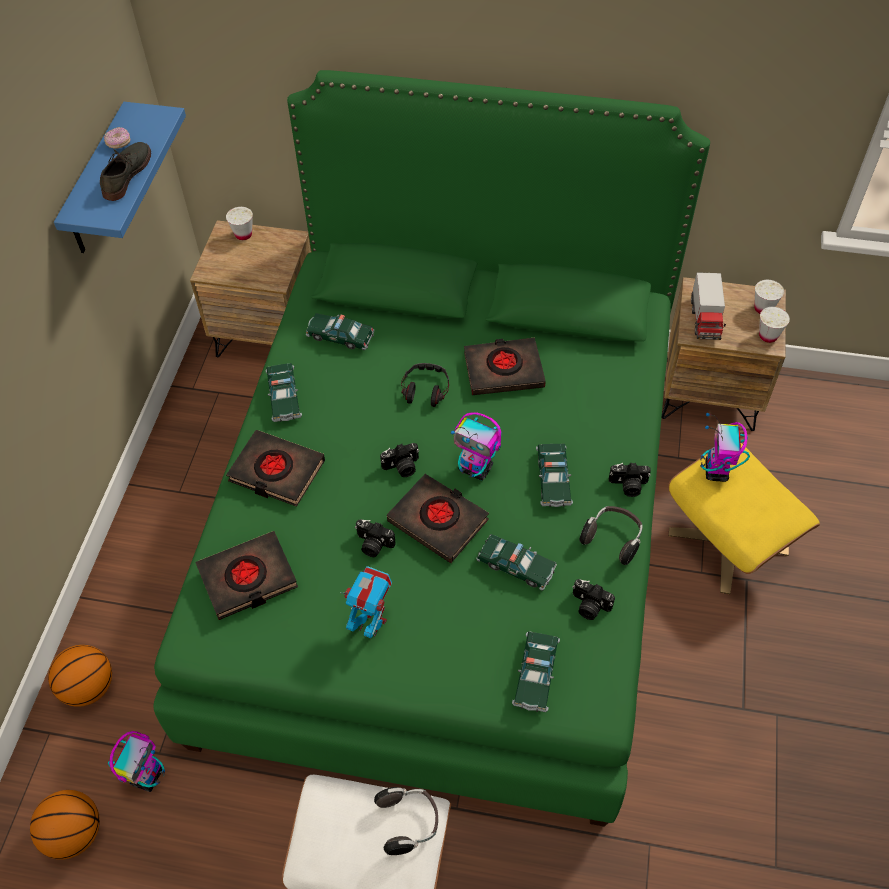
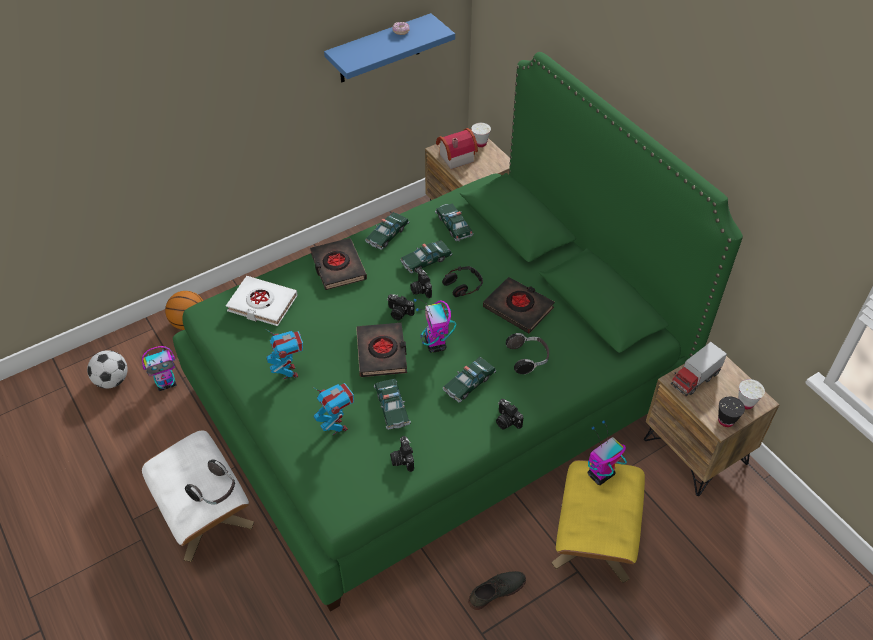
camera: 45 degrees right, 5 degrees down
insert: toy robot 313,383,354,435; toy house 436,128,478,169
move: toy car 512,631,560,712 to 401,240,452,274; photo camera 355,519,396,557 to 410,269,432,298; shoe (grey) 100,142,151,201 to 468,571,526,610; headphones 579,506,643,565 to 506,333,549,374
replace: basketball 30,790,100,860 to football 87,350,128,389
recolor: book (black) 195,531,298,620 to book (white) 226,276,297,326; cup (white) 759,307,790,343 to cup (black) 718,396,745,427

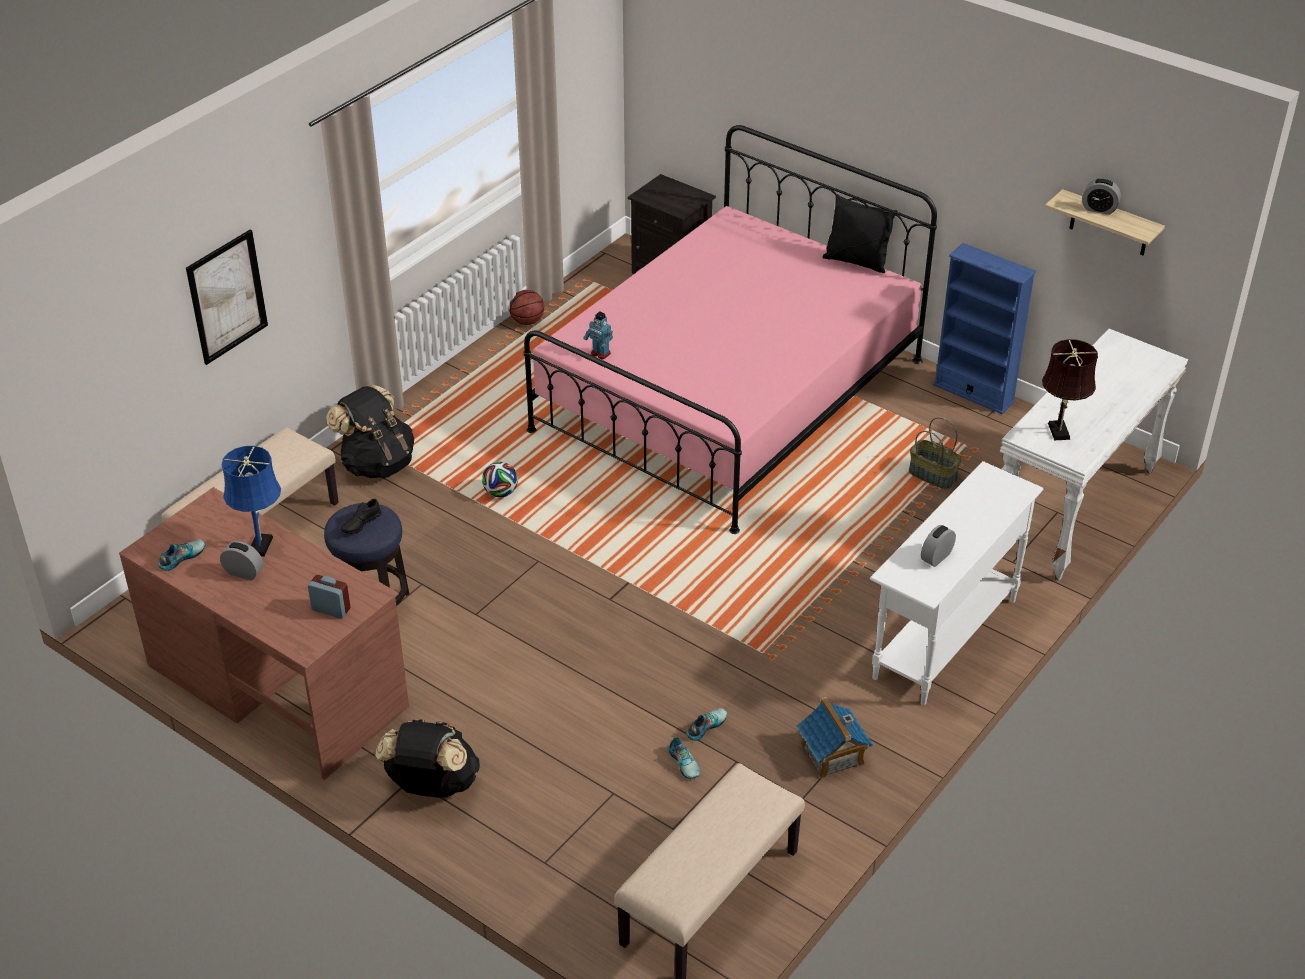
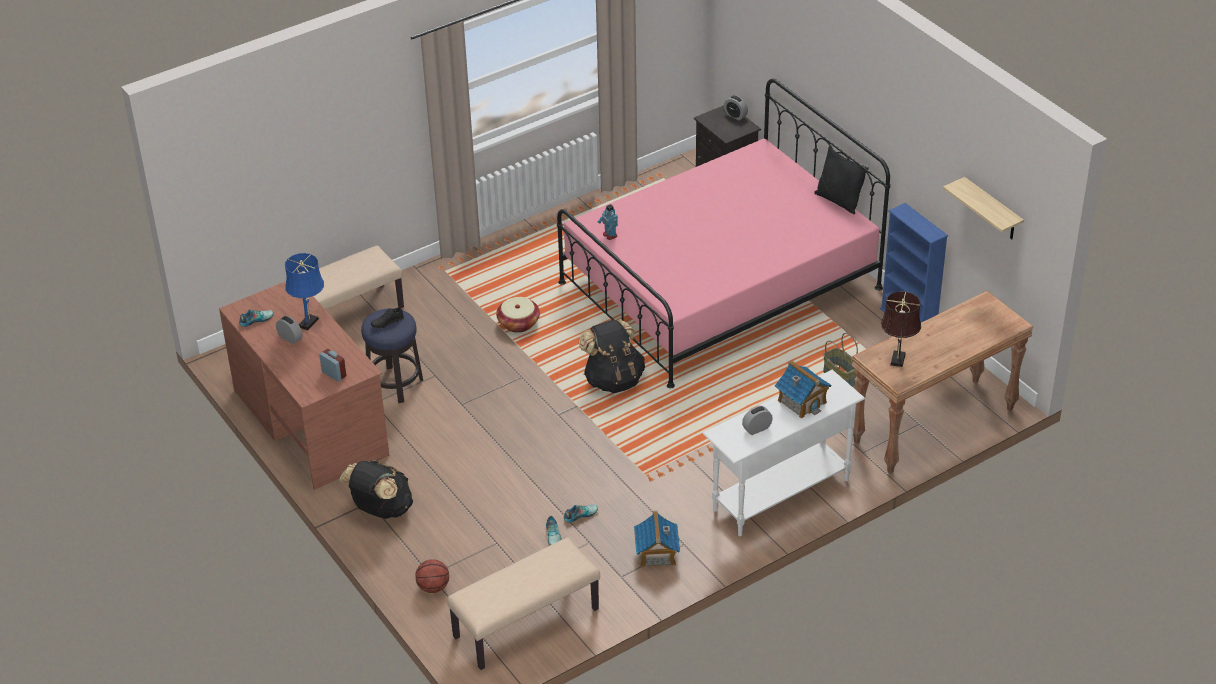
camera: 20 degrees right, 0 degrees up
delete: picture 186,229,268,365
insert: toy house 775,360,831,419
move: basketball 509,290,544,325 to 415,559,449,593; backpack (black) 326,384,414,478 to 579,319,645,393; alarm clock 1082,178,1121,215 to 724,95,748,120
replace: football 482,462,518,497 to basket 496,297,540,333
recolor: console table (white) 1000,329,1188,581 to console table (brown) 852,291,1033,474

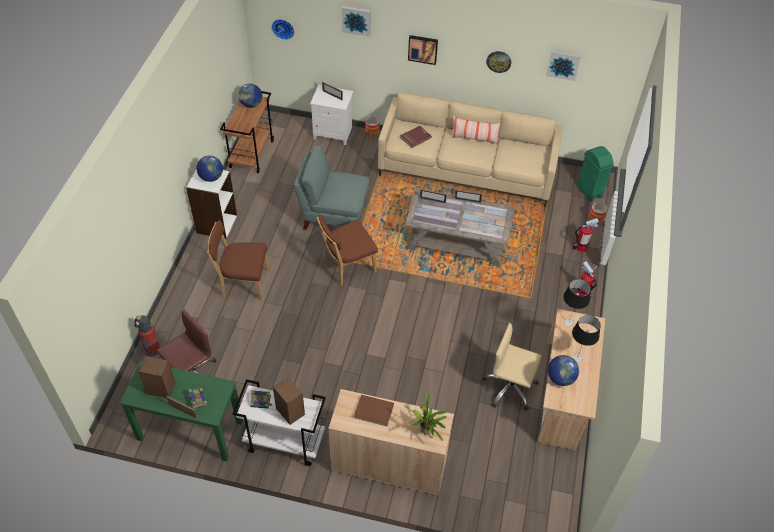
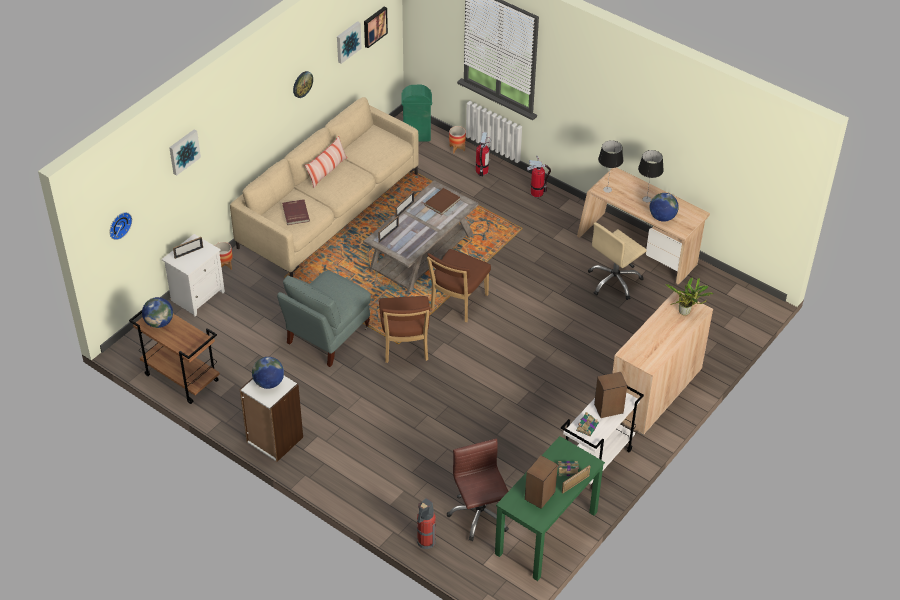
camera: 65 degrees left, 5 degrees down
move: picture 408,35,438,65 to 364,7,388,48; book (brown) 354,395,394,426 to 424,188,460,215; chair (brown) 207,220,269,301 to 427,249,491,322

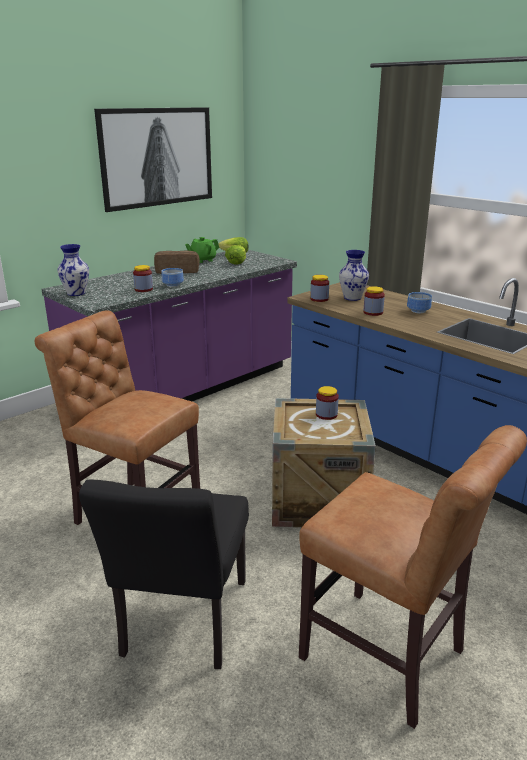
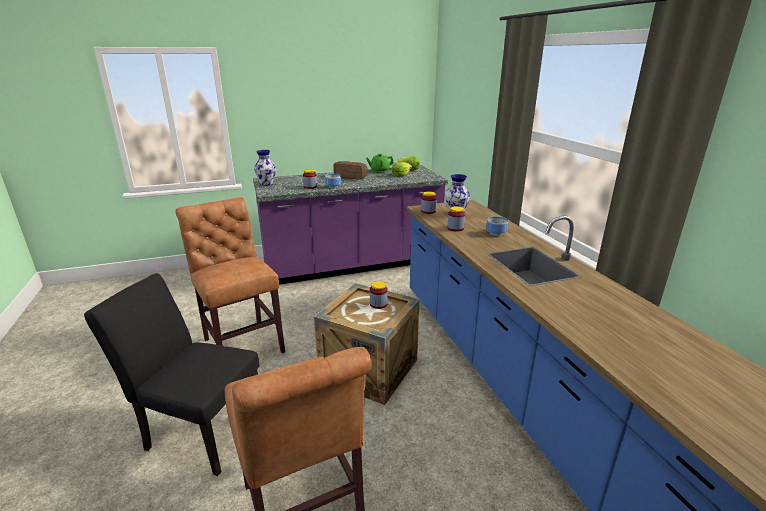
camera: 25 degrees right, 0 degrees up
delete: picture 94,107,212,212
rotate: chair (black) 79,480,249,669 = 84,273,259,476 75 degrees clockwise

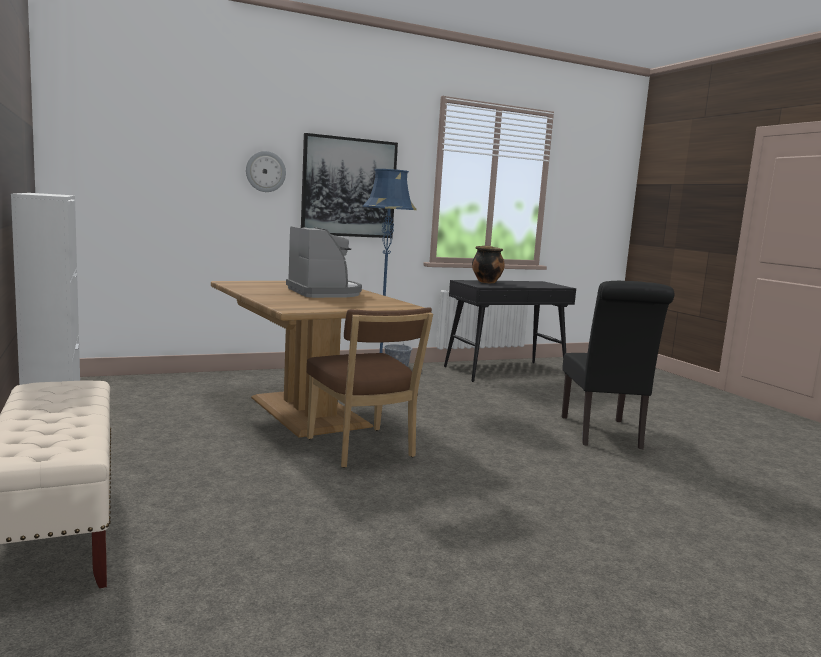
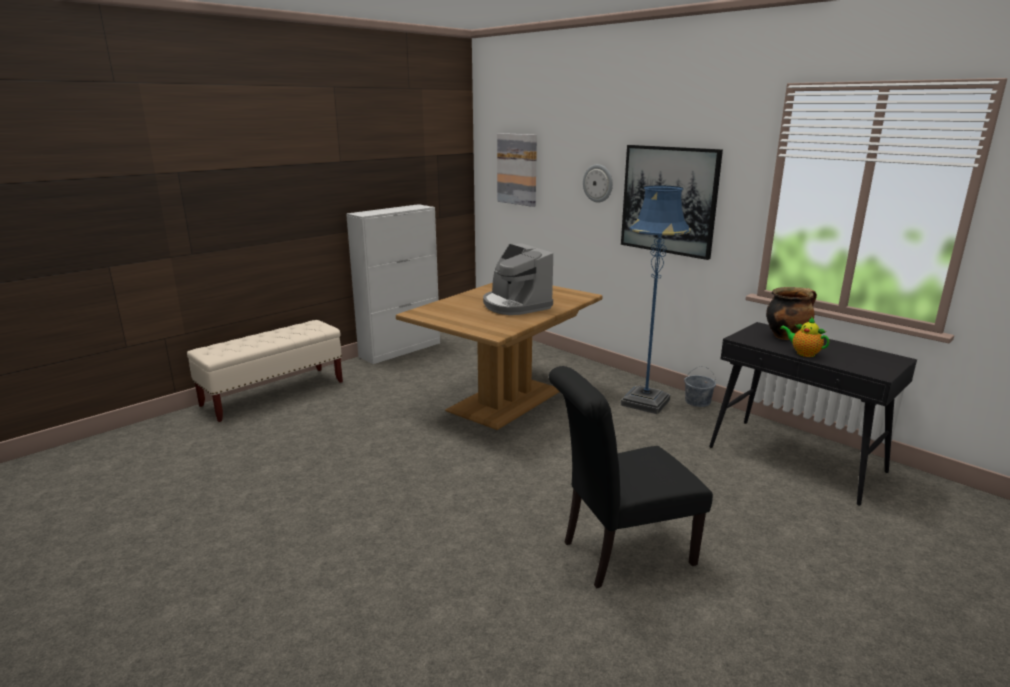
camera: 70 degrees right, 10 degrees up
delete: chair (brown) 306,307,433,468
insert: picture 497,133,537,207; teapot 780,317,829,357
rotate: coffee machine 286,226,362,298 = 483,243,553,315 105 degrees clockwise

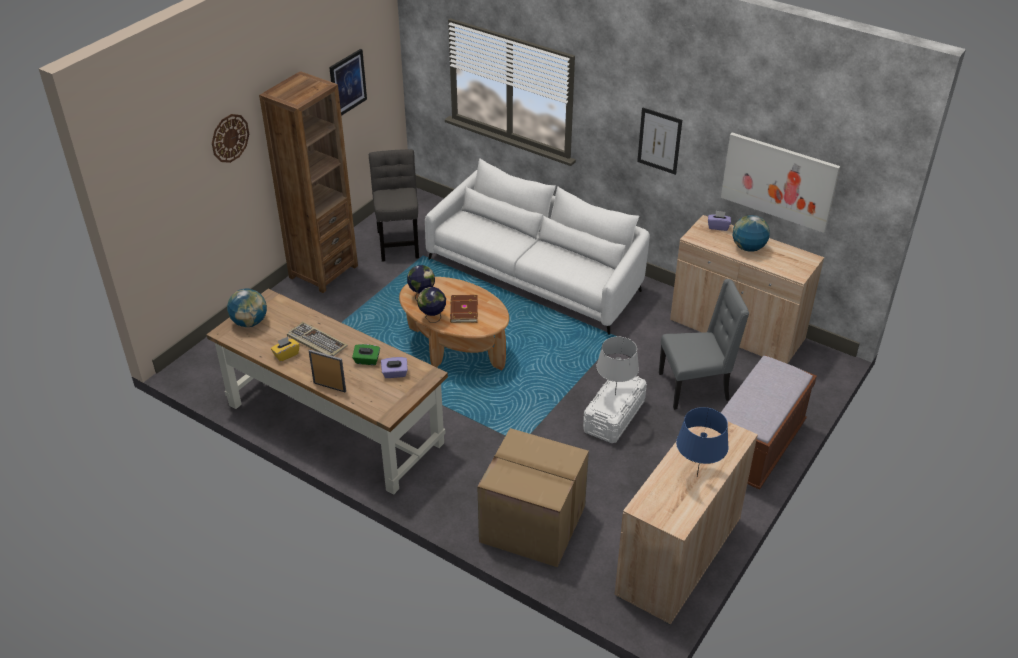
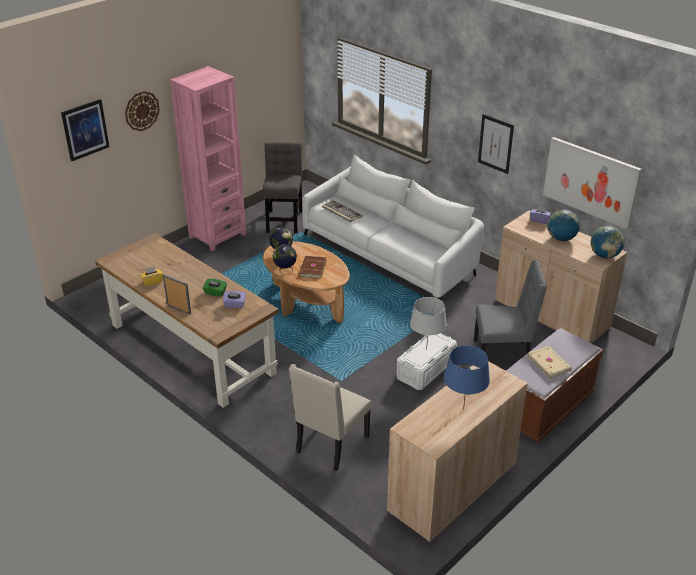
camera: 10 degrees right, 5 degrees down
insert: book (beige) 527,346,572,379
move: picture 329,49,367,116 to 61,99,109,161; keyboard 287,322,348,356 to 322,200,363,222; globe 227,289,267,327 to 590,226,625,259
replace: cardboard box 477,428,589,567 to chair (beige) 289,364,371,471
recolor: bookcase (brown) 259,71,358,293 to bookcase (pink) 170,66,246,251

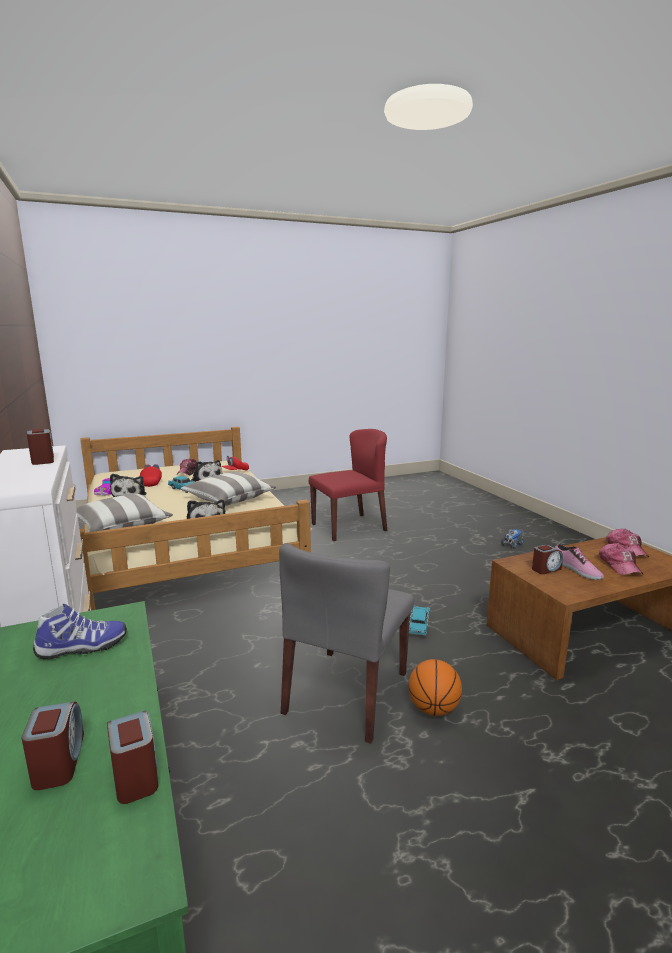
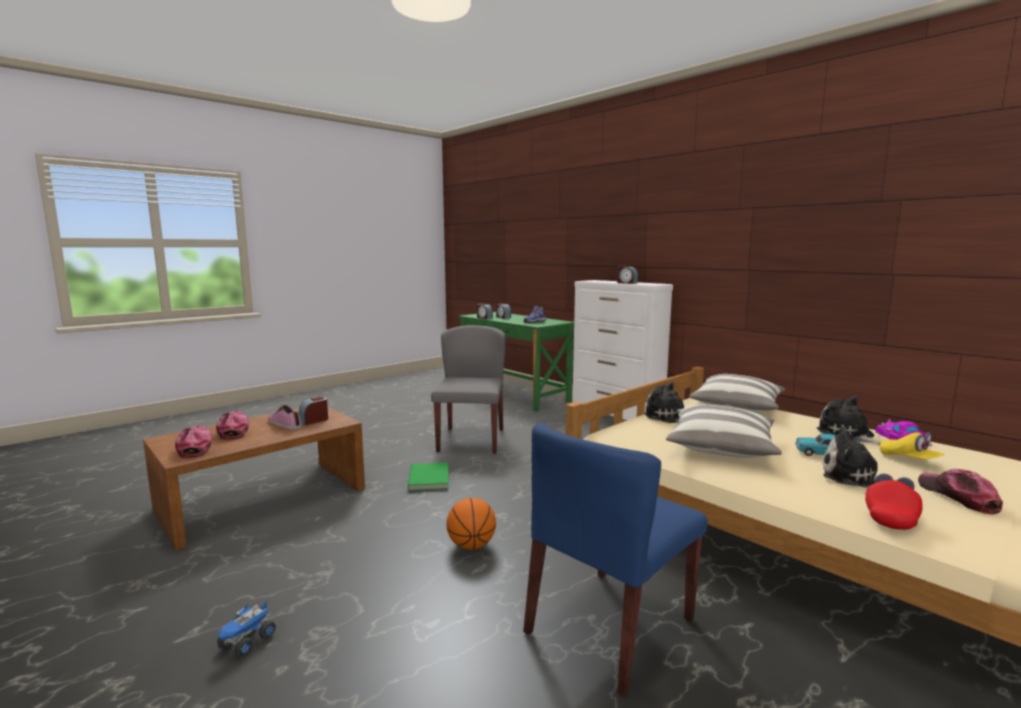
camera: 160 degrees right, 5 degrees down
move: basketball 409,659,462,716 to 446,498,496,550
replace: toy car (turquoise) 409,605,429,636 to book (green) 408,463,449,491
recolor: chair (red) 309,429,387,541 to chair (blue) 523,423,708,697; cap (red) 140,464,162,487 to cap (yellow) 879,432,945,459

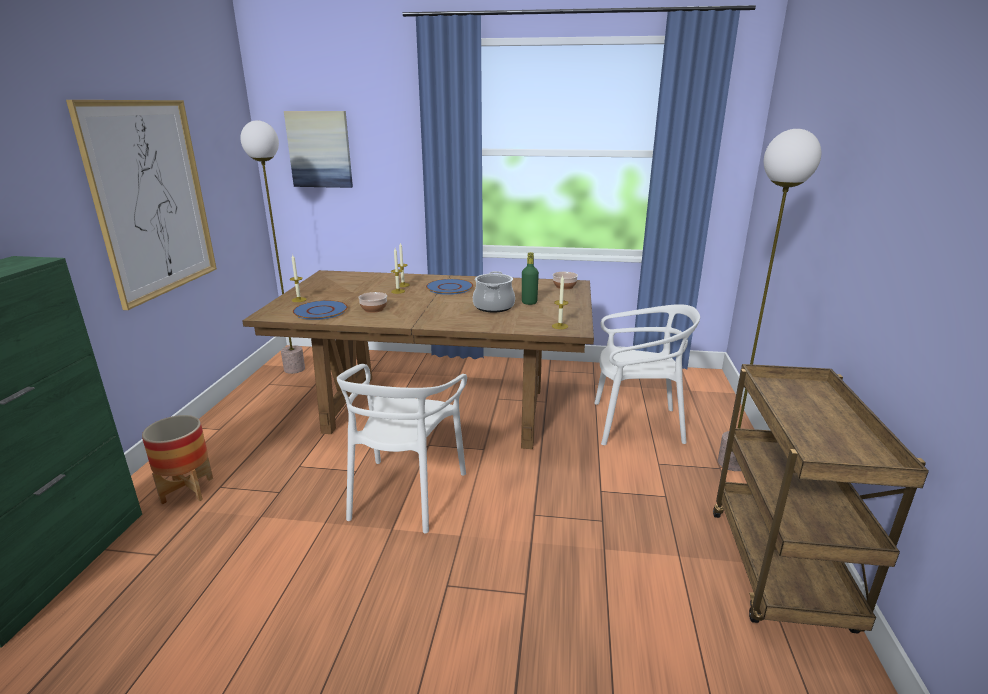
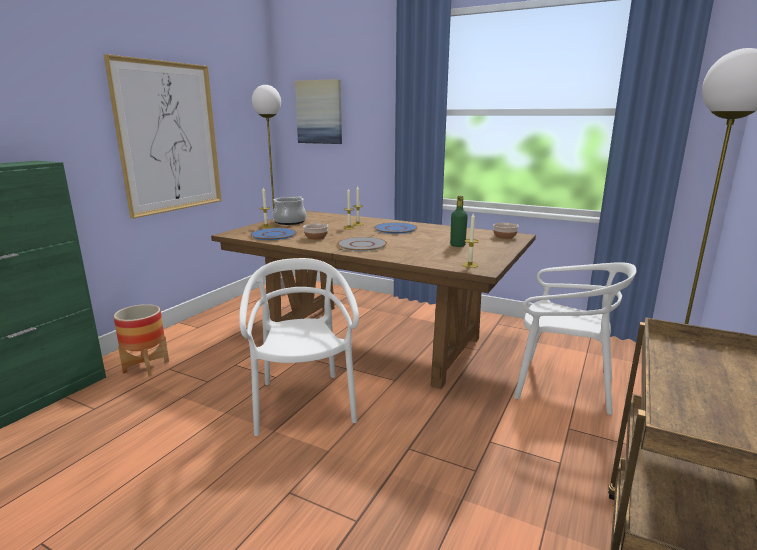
camera: 20 degrees right, 5 degrees down
insert: plate (grey) 337,237,387,251
move: cooking pot 473,271,515,313 to 273,196,306,225
rotate: chair (white) 337,364,467,533 = 239,258,359,436 135 degrees clockwise

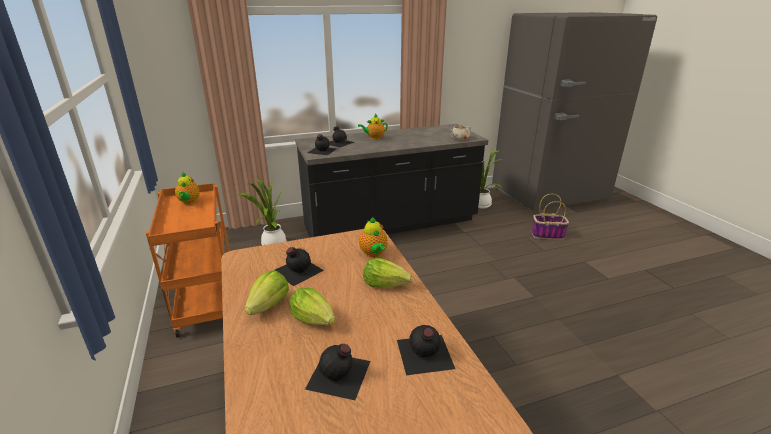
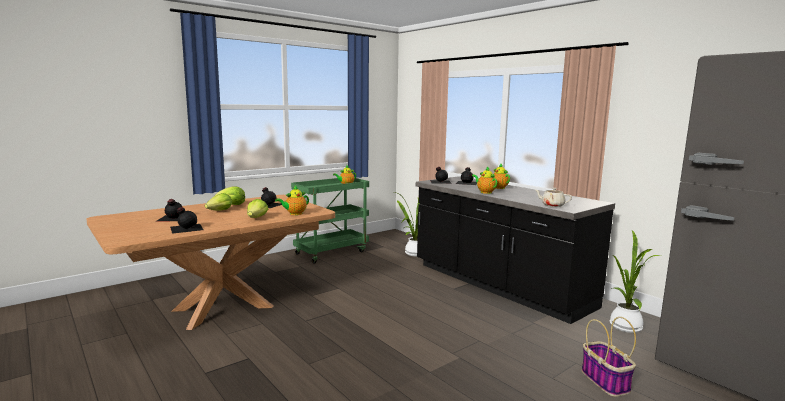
camera: 70 degrees right, 15 degrees down
insert: teapot 472,166,497,194
recolor: cart (orange) 146,183,229,337 to cart (green) 291,178,369,264

